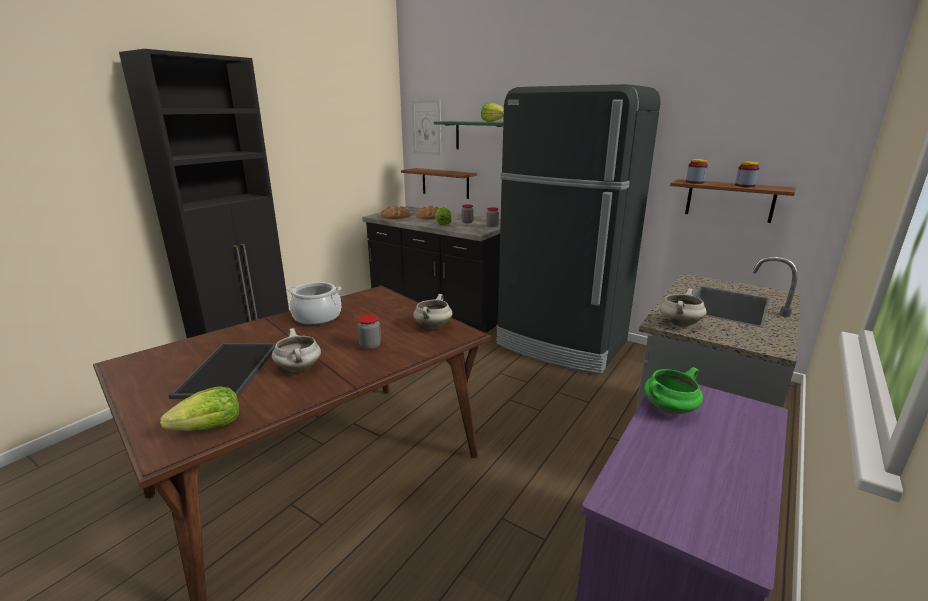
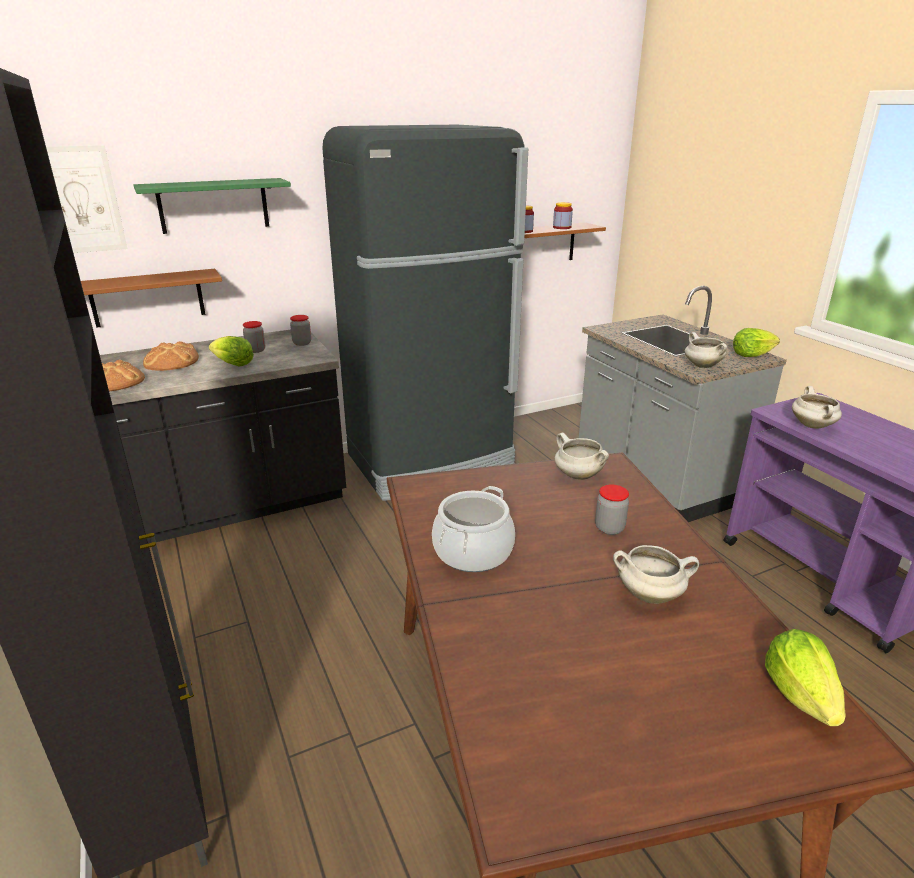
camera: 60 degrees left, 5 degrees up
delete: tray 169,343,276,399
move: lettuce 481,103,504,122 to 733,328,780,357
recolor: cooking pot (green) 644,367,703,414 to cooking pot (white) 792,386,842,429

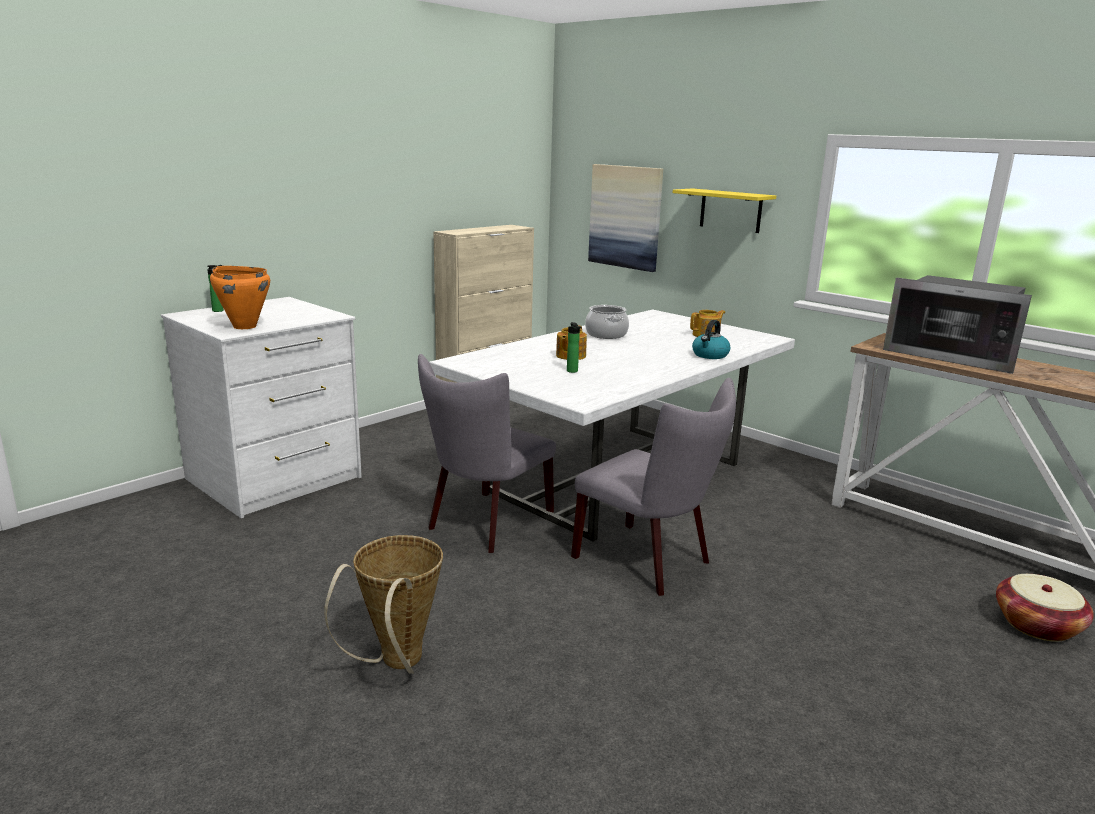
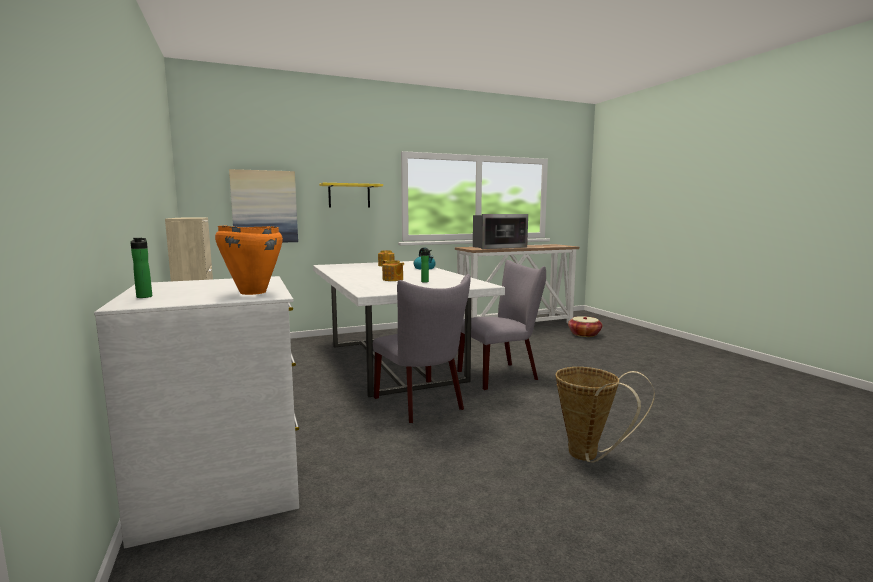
camera: 65 degrees left, 10 degrees down
delete: cooking pot 585,305,629,339

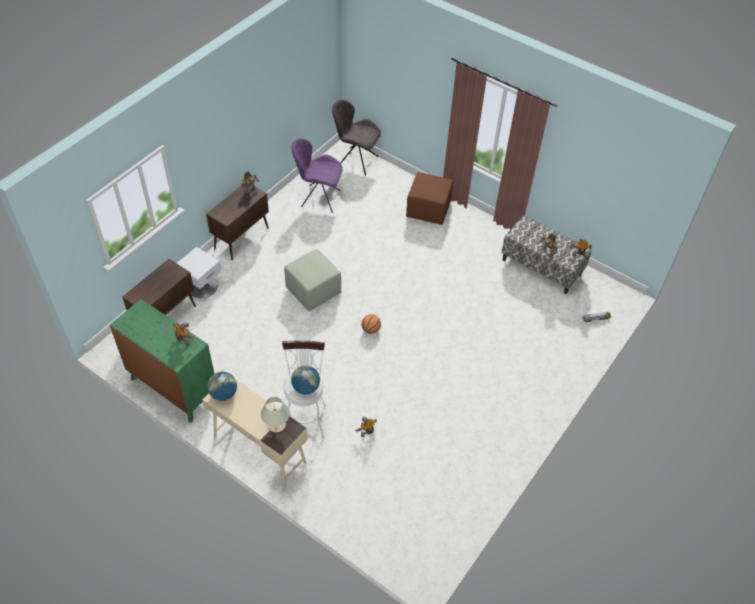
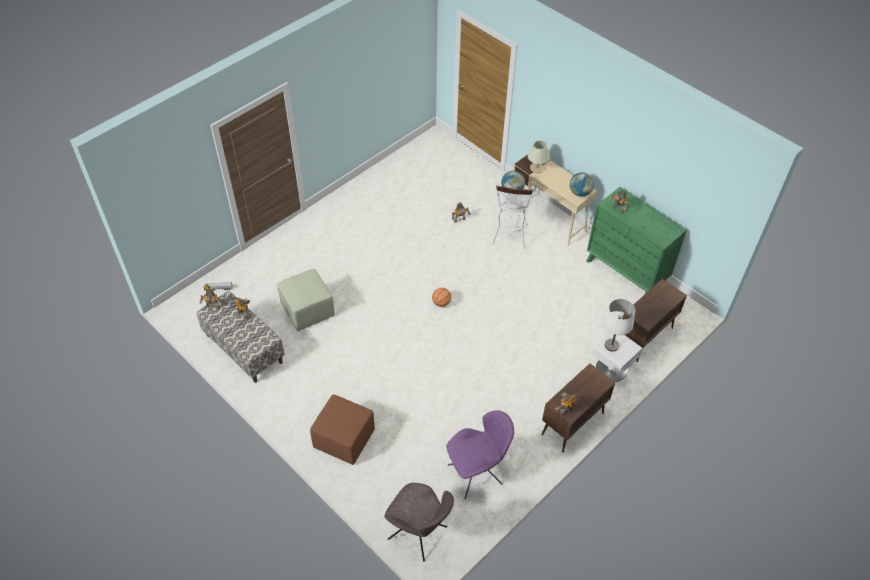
camera: 170 degrees left, 0 degrees up
insert: table lamp (white) 603,299,635,352
move: ottoman (green) 284,249,341,311 to 277,269,335,331
rotate: chair (purple) 291,138,343,213 = 446,410,514,500 45 degrees counterclockwise

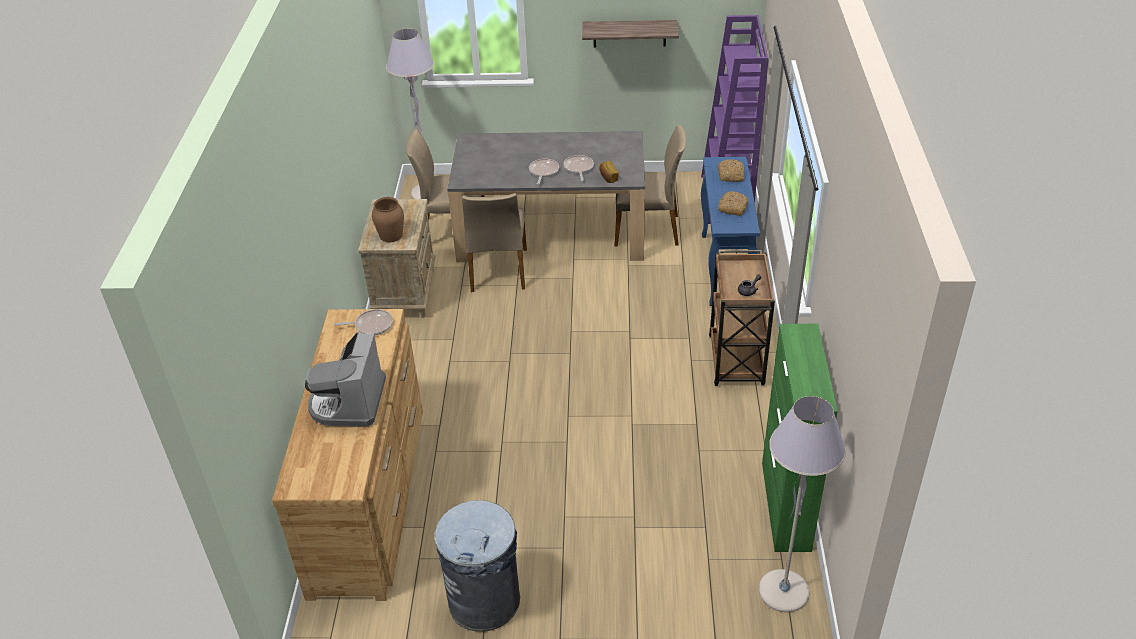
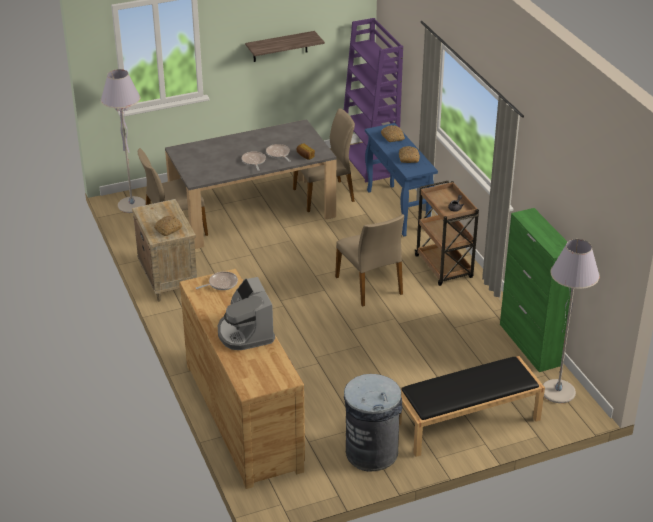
camera: 25 degrees left, 5 degrees down
insert: bench (black) 399,356,545,457
move: chair (beige) 462,193,527,292 to 335,214,404,307
replace: vase (brown) 372,197,404,242 to bread 154,216,182,236

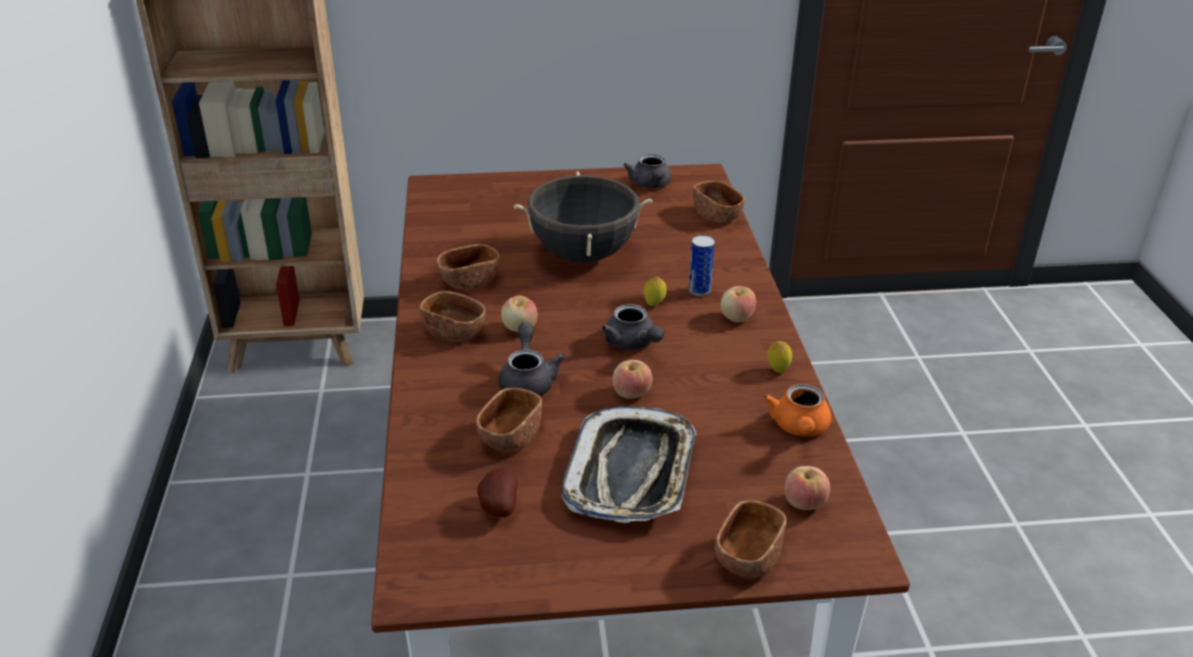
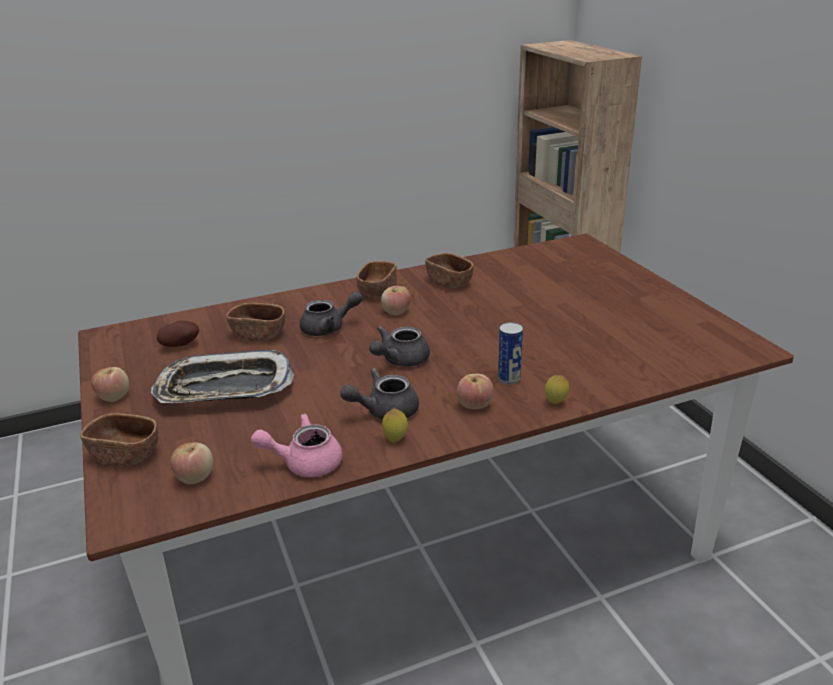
camera: 75 degrees right, 5 degrees down
delete: cooking pot (black) 514,171,653,262; bowl (brown) 693,181,745,223
move: apple 613,360,652,399 to 91,367,129,402; teapot (grey) 623,154,672,188 to 340,368,419,420; lemon 644,276,667,306 to 545,375,569,404
recolor: teapot (orange) 763,384,831,436 to teapot (pink) 251,413,343,477

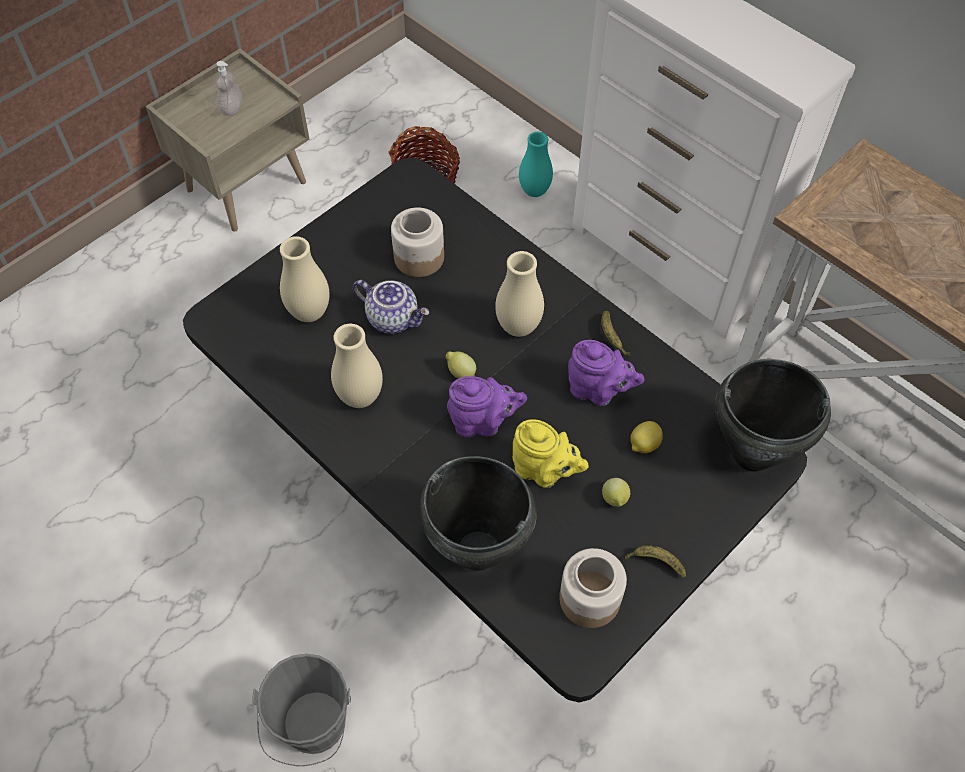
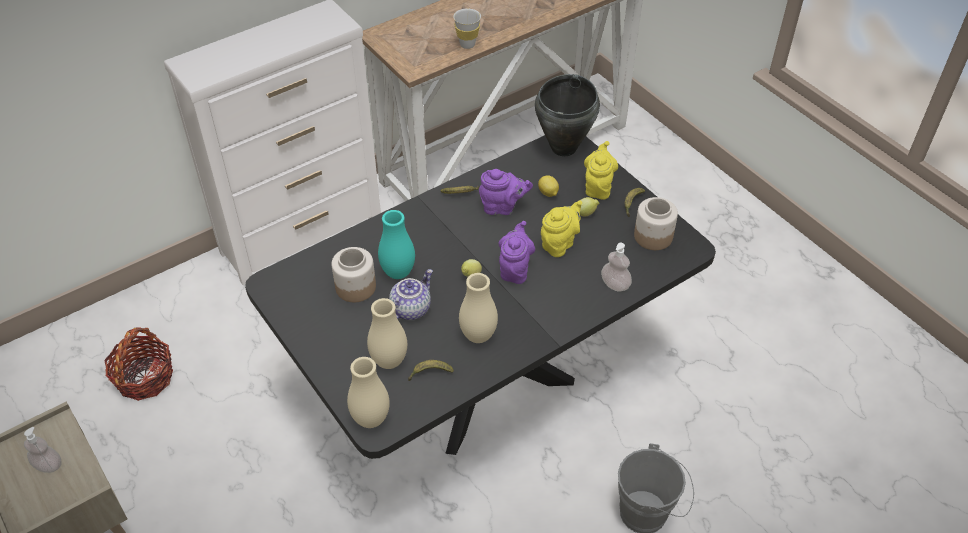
camera: 80 degrees left, 10 degrees down
insert: banana 408,360,454,381; cup (white) 453,9,481,49; teapot (yellow) 584,141,618,200
move: vase (beige) 495,251,544,337 to 347,357,390,428; vase (turquoise) 519,132,553,197 to 378,210,415,279
replace: cooking pot (black) 419,456,537,571 to soap dispenser 601,243,632,292
rotate: teapot (purple) 568,340,644,406 = 479,169,533,215 60 degrees clockwise

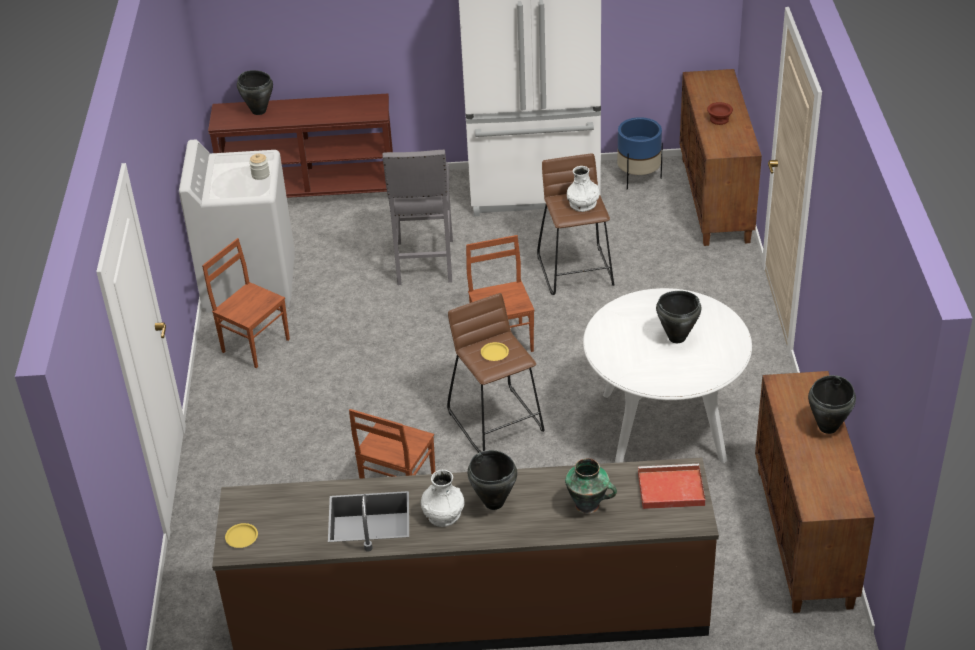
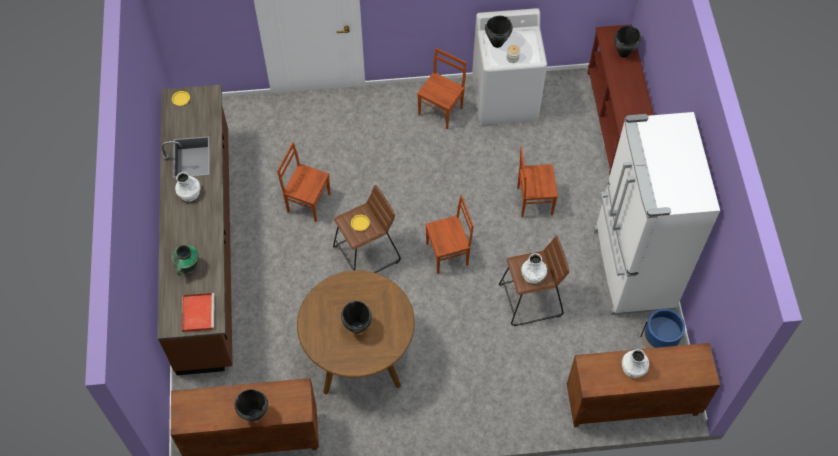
camera: 85 degrees right, 20 degrees up
move: cooking pot (black) 468,450,517,510 to 485,16,513,48
replace: stool (grey) 382,150,453,285 to chair (brown) 517,146,558,217; bowl (brown) 707,102,733,125 to vase (white) 622,349,649,378
recolor: dining table (white) 583,288,752,463 to dining table (brown) 297,271,415,395

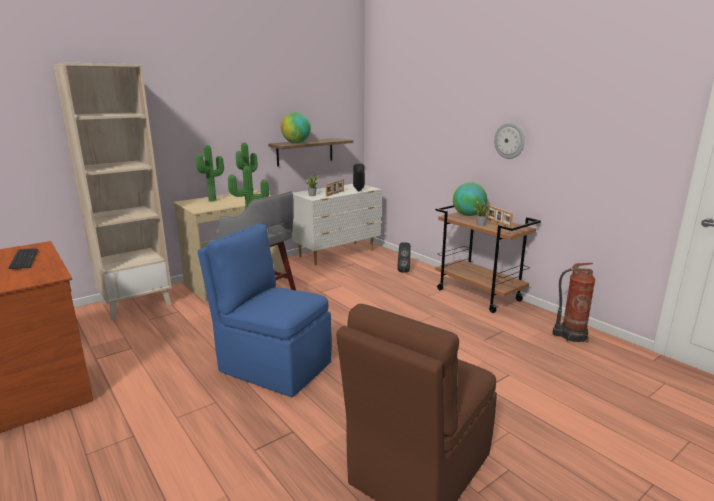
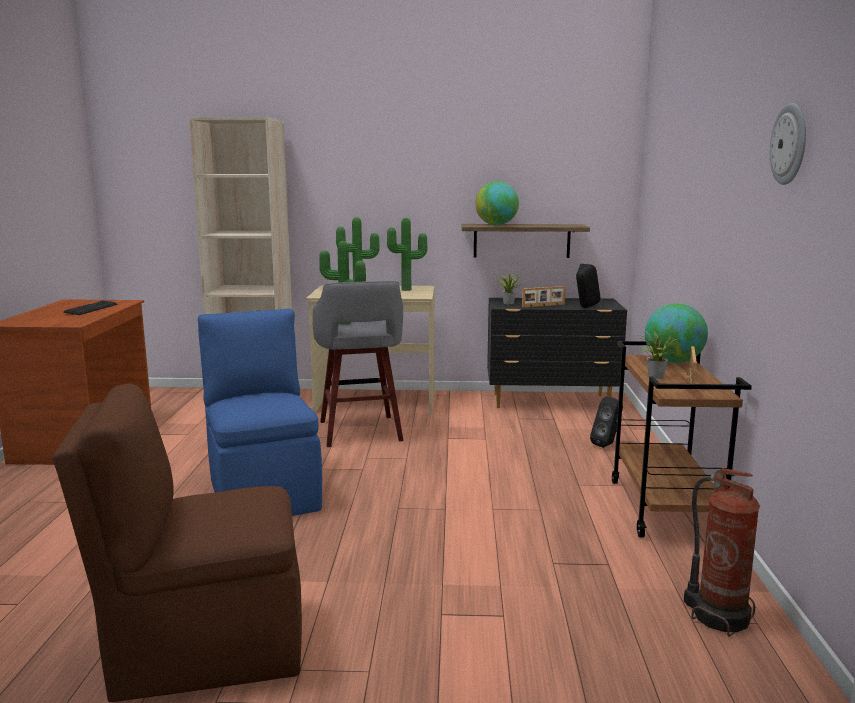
camera: 40 degrees right, 5 degrees down
move: wall clock 494,123,525,159 to 770,103,806,185
recolor: dresser (white) 292,184,382,265 to dresser (black) 487,298,627,408

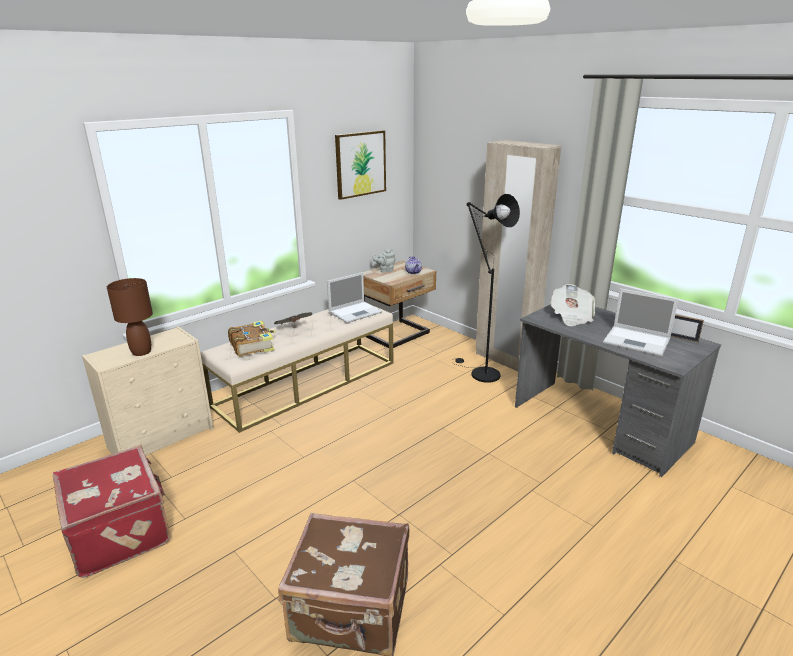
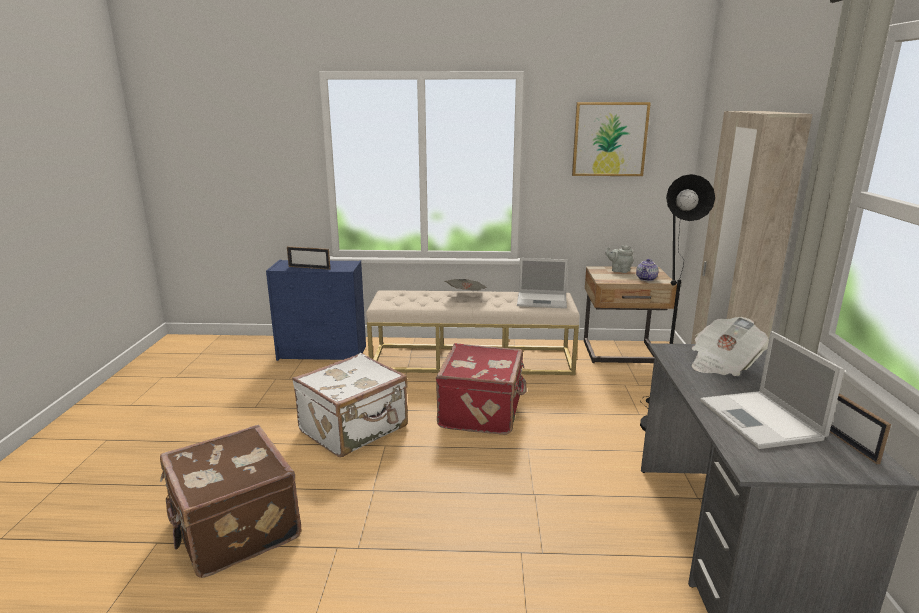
camera: 45 degrees right, 5 degrees down
delete: book 228,321,276,357
insert: suitcase (white) 292,353,408,457
move: suitcase (red) 53,445,171,578 to 436,343,527,435
replace: table lamp (brown) 107,278,153,356 to picture frame 287,246,330,270
recolor: dresser (beige) 82,327,213,456 to dresser (blue) 266,260,366,361

